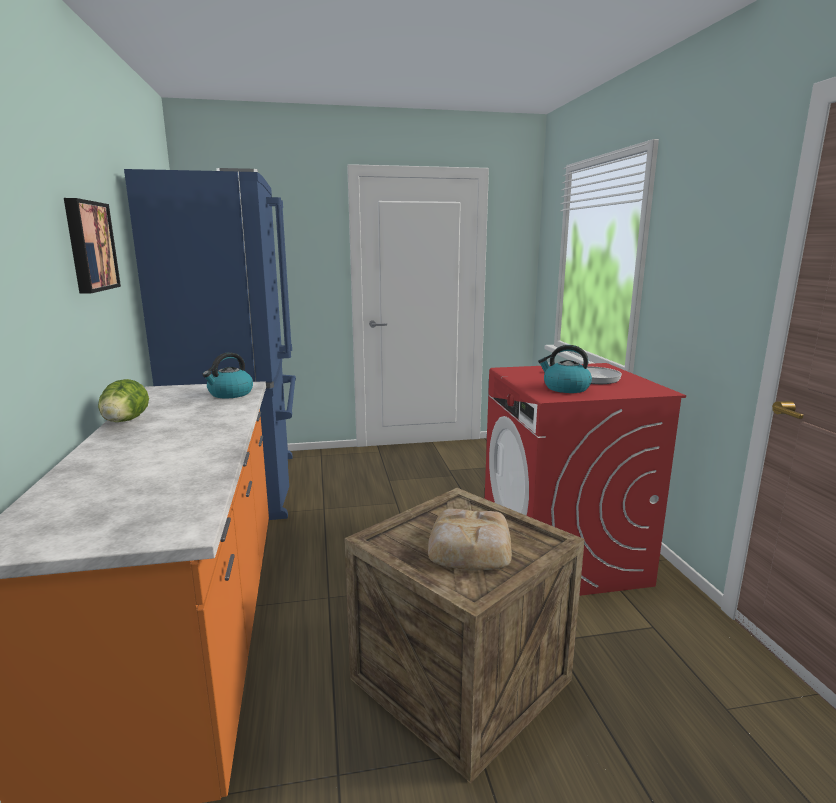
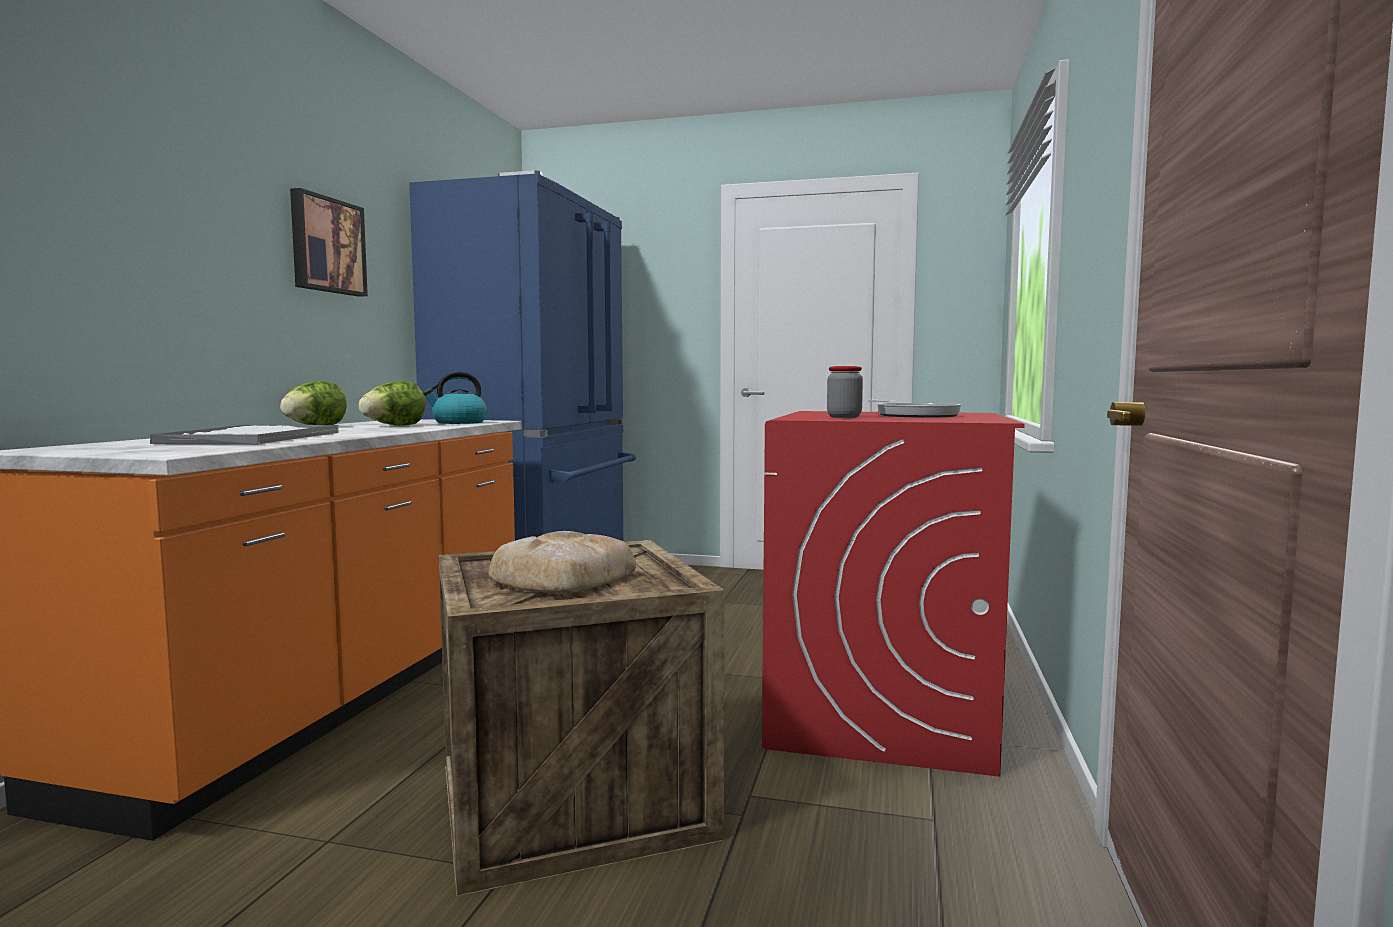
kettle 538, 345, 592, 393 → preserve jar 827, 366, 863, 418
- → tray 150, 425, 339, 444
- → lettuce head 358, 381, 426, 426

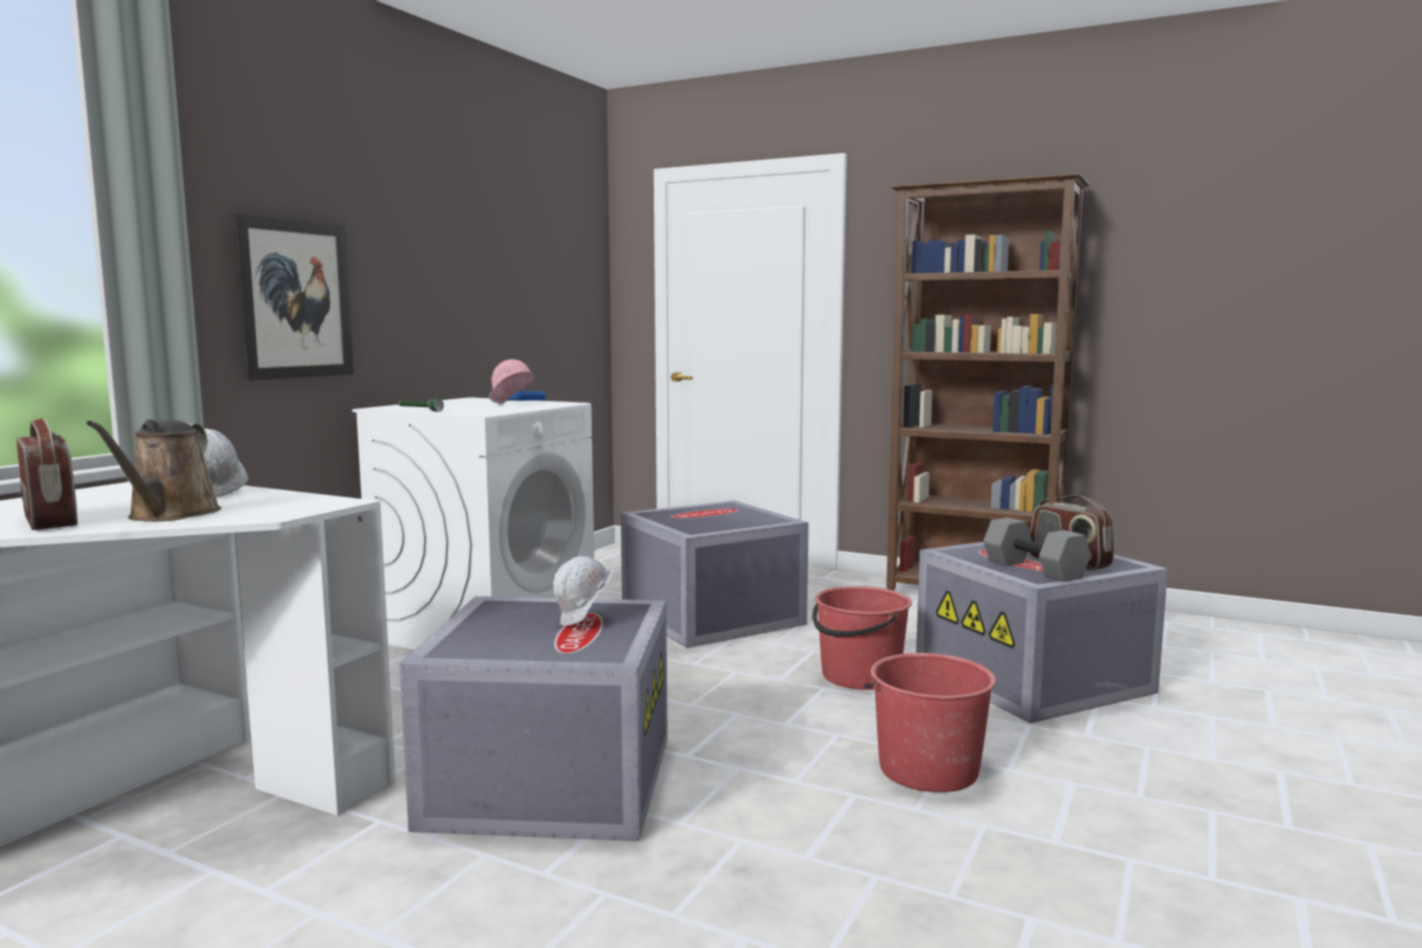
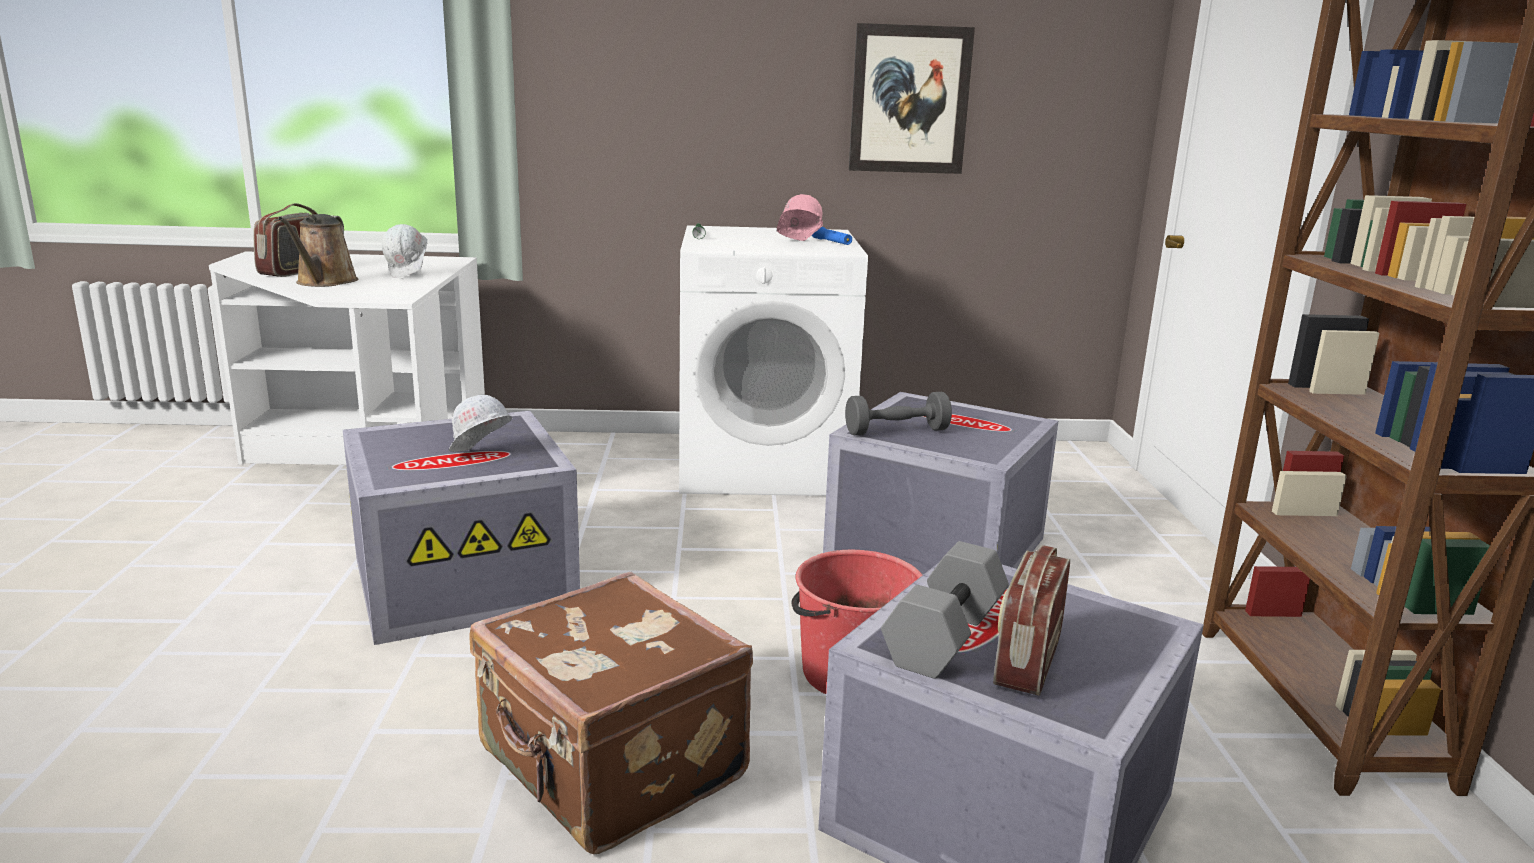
brown-coloured watering can 86, 420, 221, 522 → brown-coloured watering can 278, 214, 358, 287, 60 degrees counterclockwise
wall art 231, 213, 354, 381 → wall art 849, 23, 975, 174, move
red-coloured pail 864, 653, 996, 792 → brown-coloured piece of luggage 469, 572, 753, 854
- → grey hand weight 845, 392, 952, 435

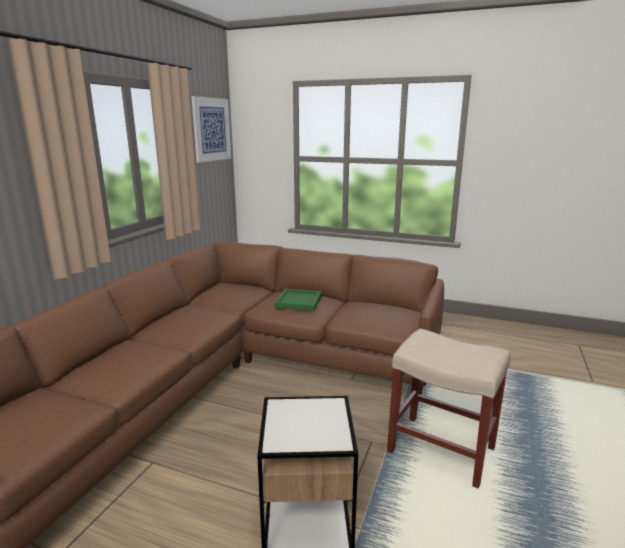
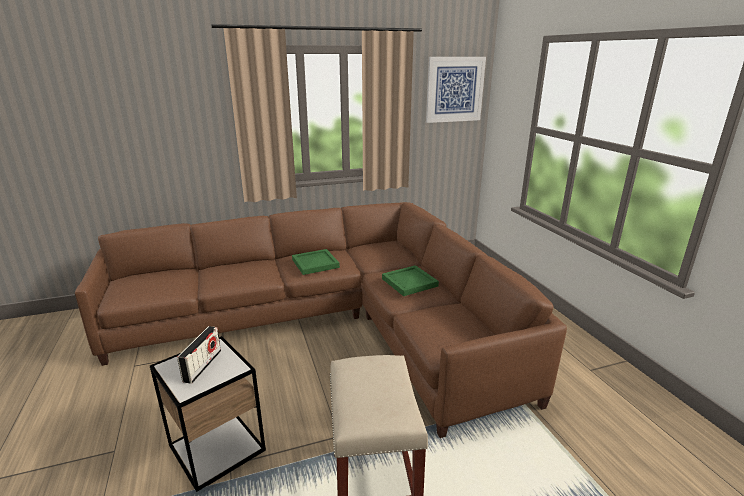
- → radio 177, 326, 221, 384
- → green-coloured tray 292, 249, 340, 275

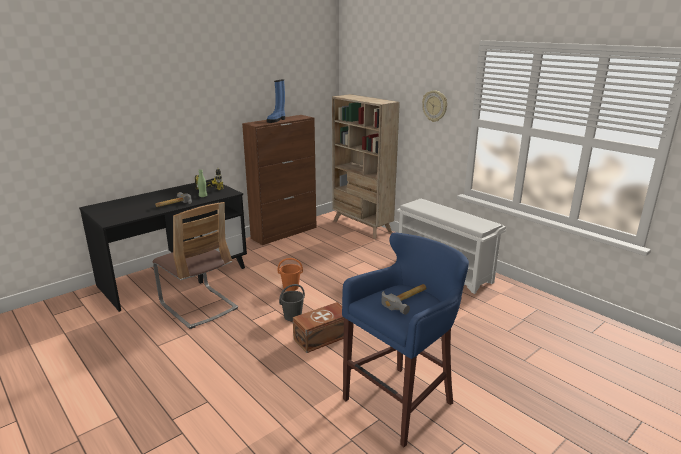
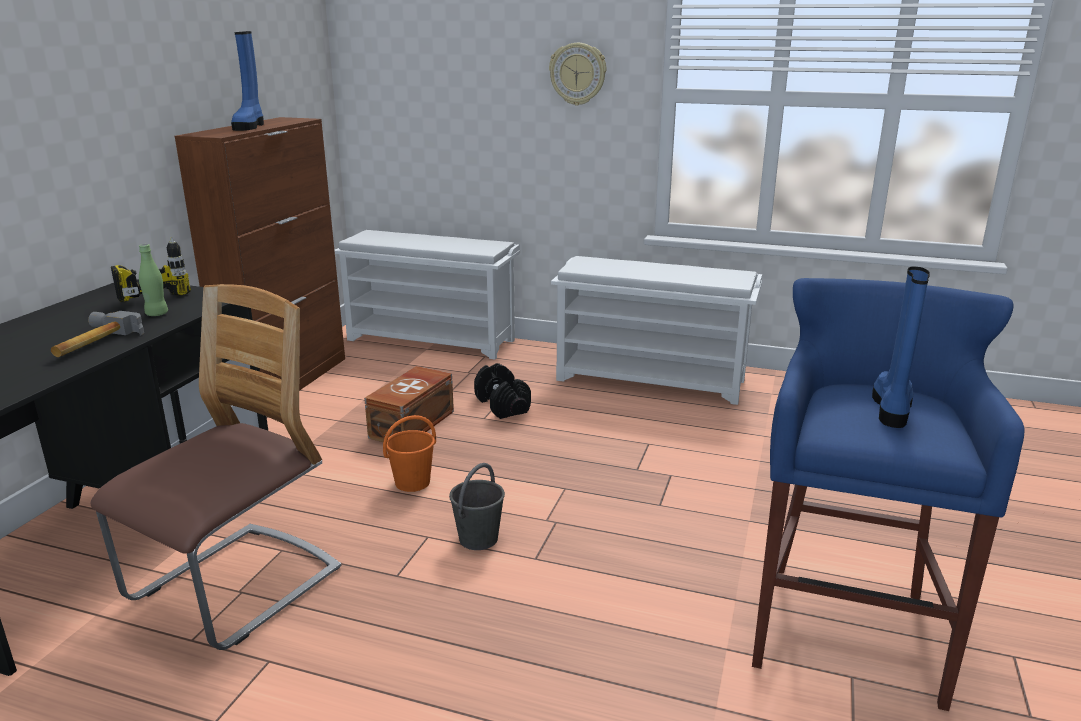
plain chair 152, 202, 238, 329 → plain chair 90, 284, 341, 650, 75 degrees counterclockwise
brown-coloured storage box 293, 302, 344, 353 → brown-coloured storage box 364, 366, 454, 442, move
sand-coloured bookshelf 332, 94, 400, 239 → whitish shoe stand 334, 230, 520, 360
hand hammer 381, 284, 426, 315 → blue tall boot 872, 267, 930, 428
- → black-coloured hand weight 474, 363, 531, 419

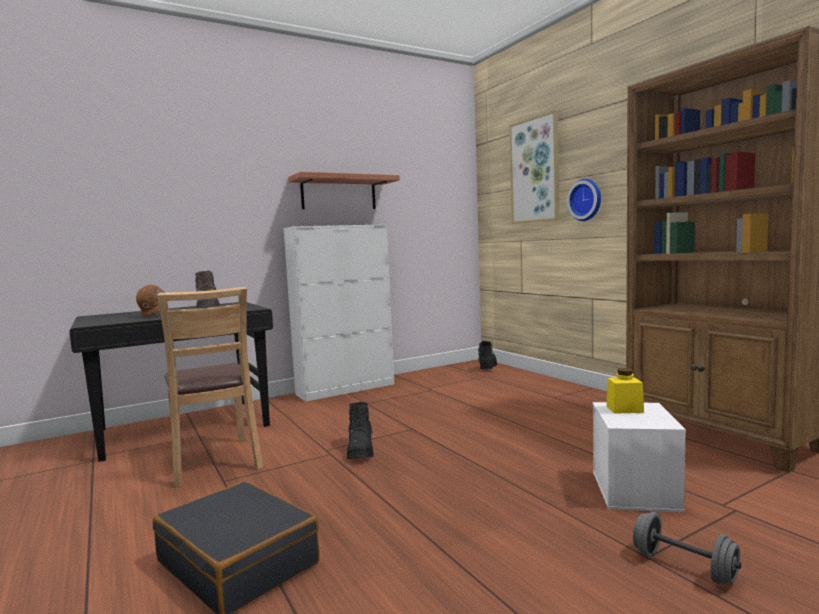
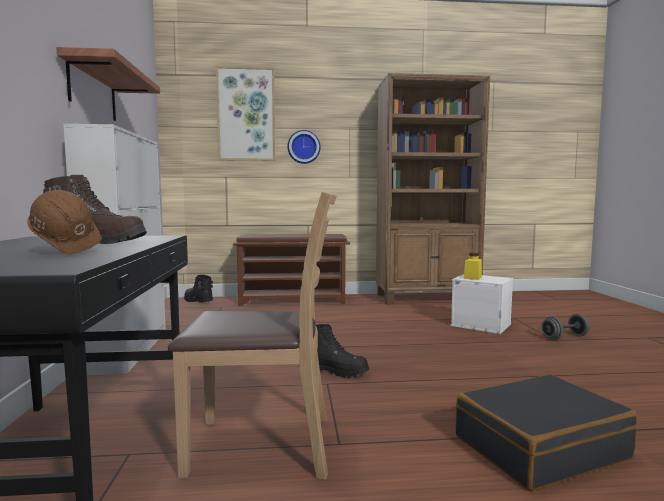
- → brown-coloured shoe stand 233, 234, 350, 306

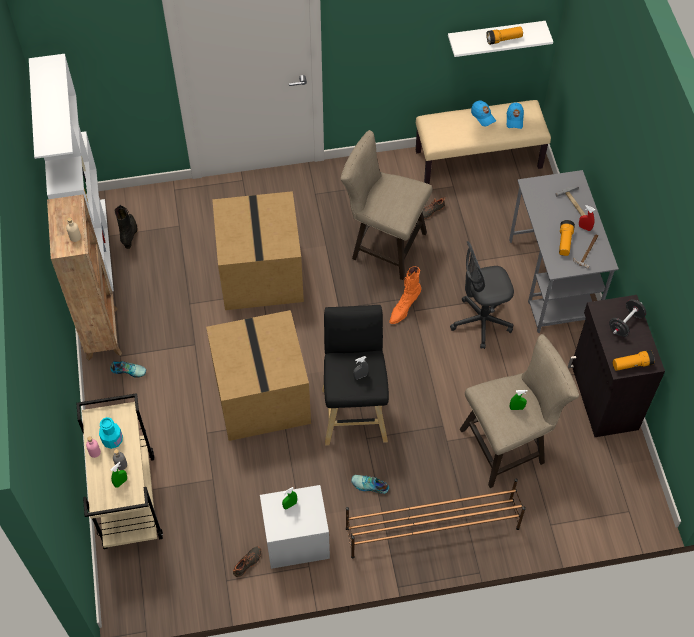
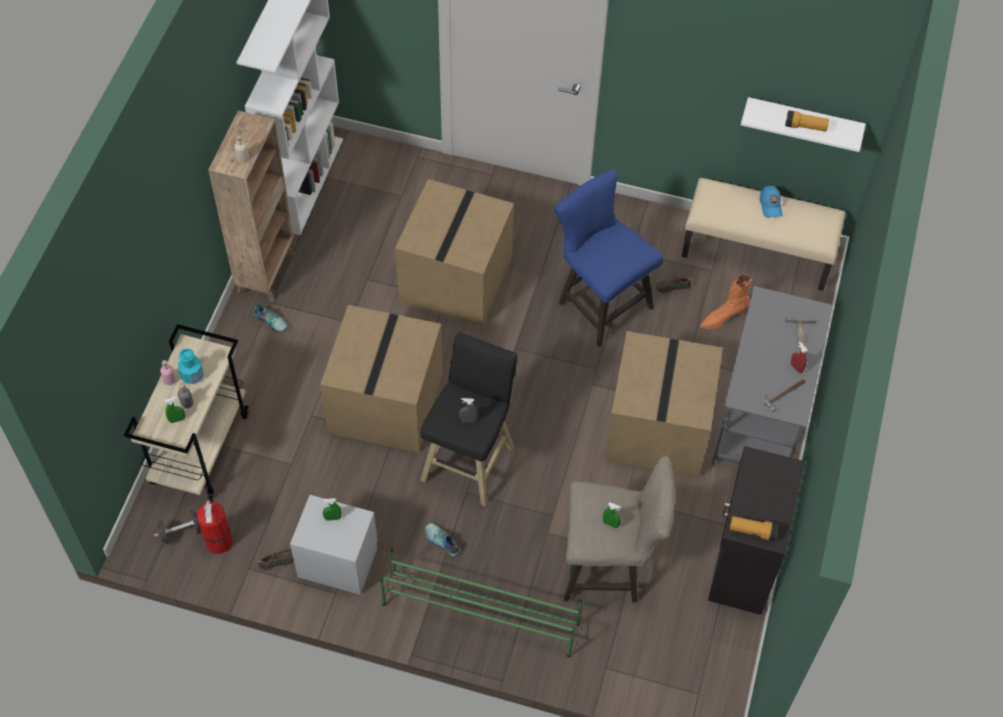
black-coloured tall boot 115, 205, 137, 249 → -
sand-coloured stool 341, 130, 432, 280 → blue stool 554, 169, 664, 347
brown-coloured shoe stand 346, 479, 526, 558 → green-coloured shoe stand 380, 548, 583, 657
orange tall boot 389, 266, 421, 324 → orange tall boot 700, 274, 752, 329, move
grey computer chair 450, 241, 514, 349 → carton 604, 331, 723, 478
blue cap 507, 103, 524, 129 → -
flashlight 559, 220, 575, 256 → -
black-coloured hand weight 609, 299, 646, 337 → black-coloured hand weight 154, 510, 201, 544, move
- → fire-fighting cylinder 197, 495, 233, 554

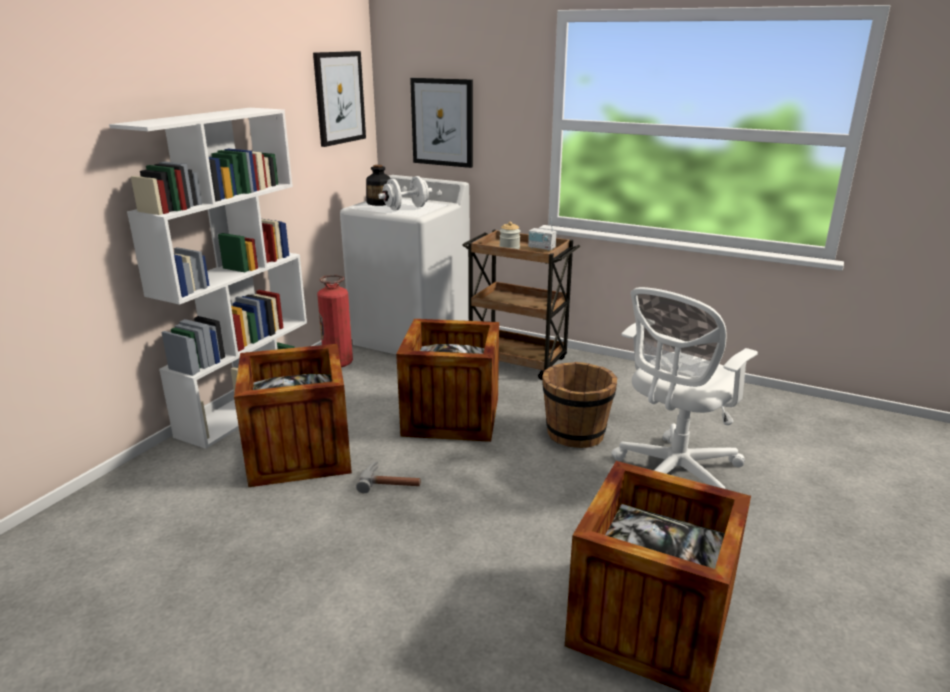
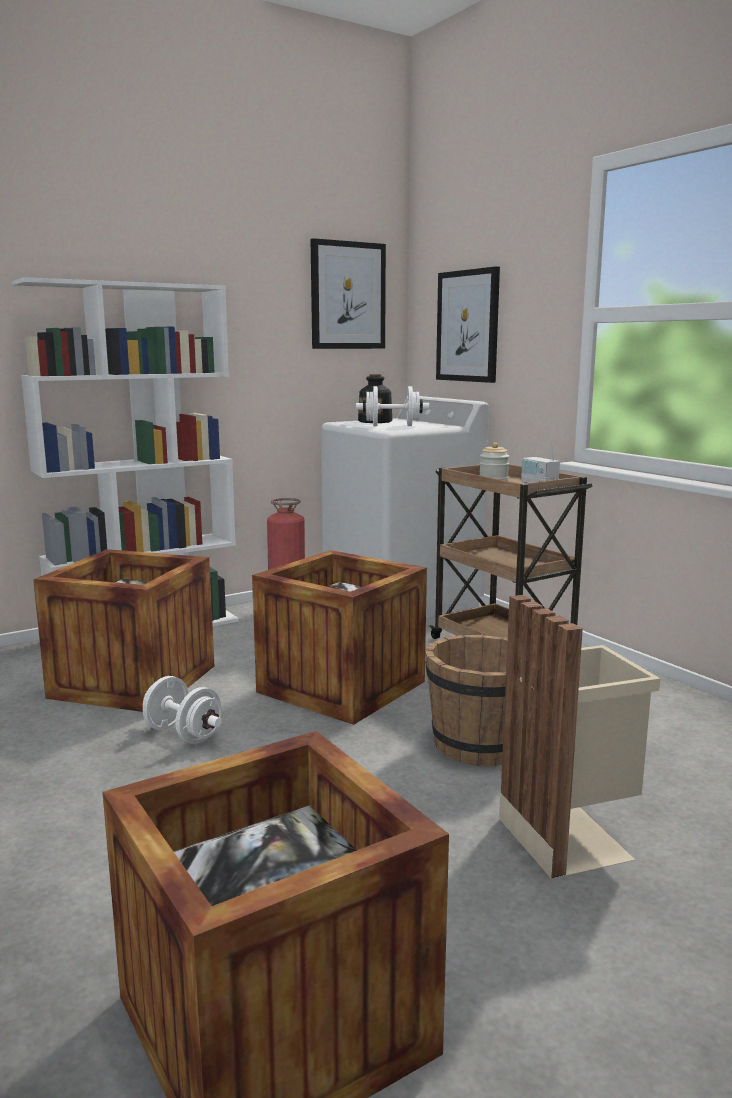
hand hammer 356, 460, 421, 493 → whitish hand weight 143, 676, 223, 744
whitish computer chair 611, 287, 758, 489 → sand-coloured waste bin 499, 595, 661, 879

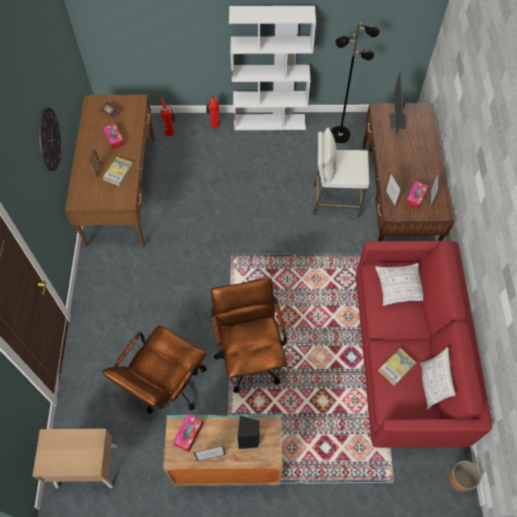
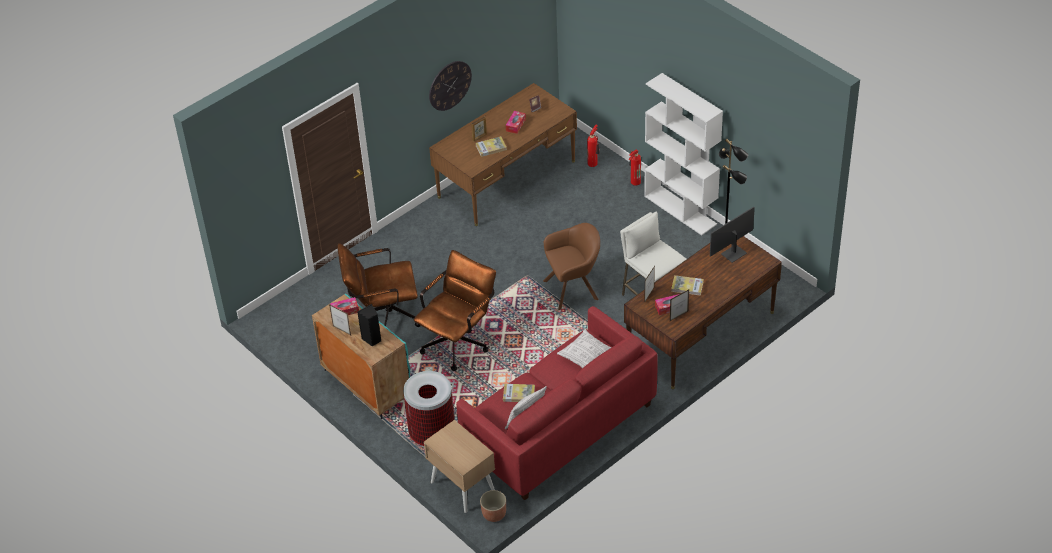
sand-coloured bedside table 33, 429, 117, 489 → sand-coloured bedside table 424, 420, 495, 513, move
- → waste bin 403, 371, 455, 447
- → brown-coloured lounge chair 543, 223, 600, 310
- → book 671, 275, 704, 296

